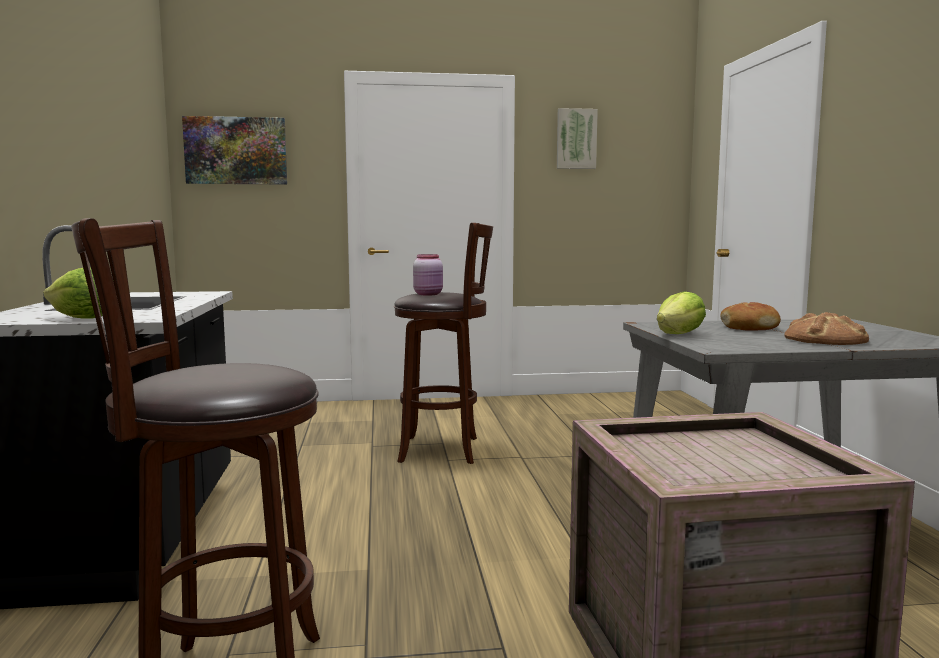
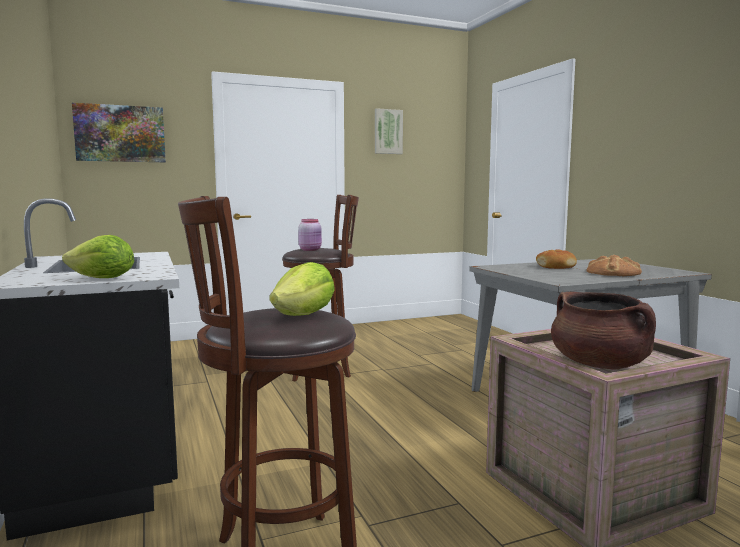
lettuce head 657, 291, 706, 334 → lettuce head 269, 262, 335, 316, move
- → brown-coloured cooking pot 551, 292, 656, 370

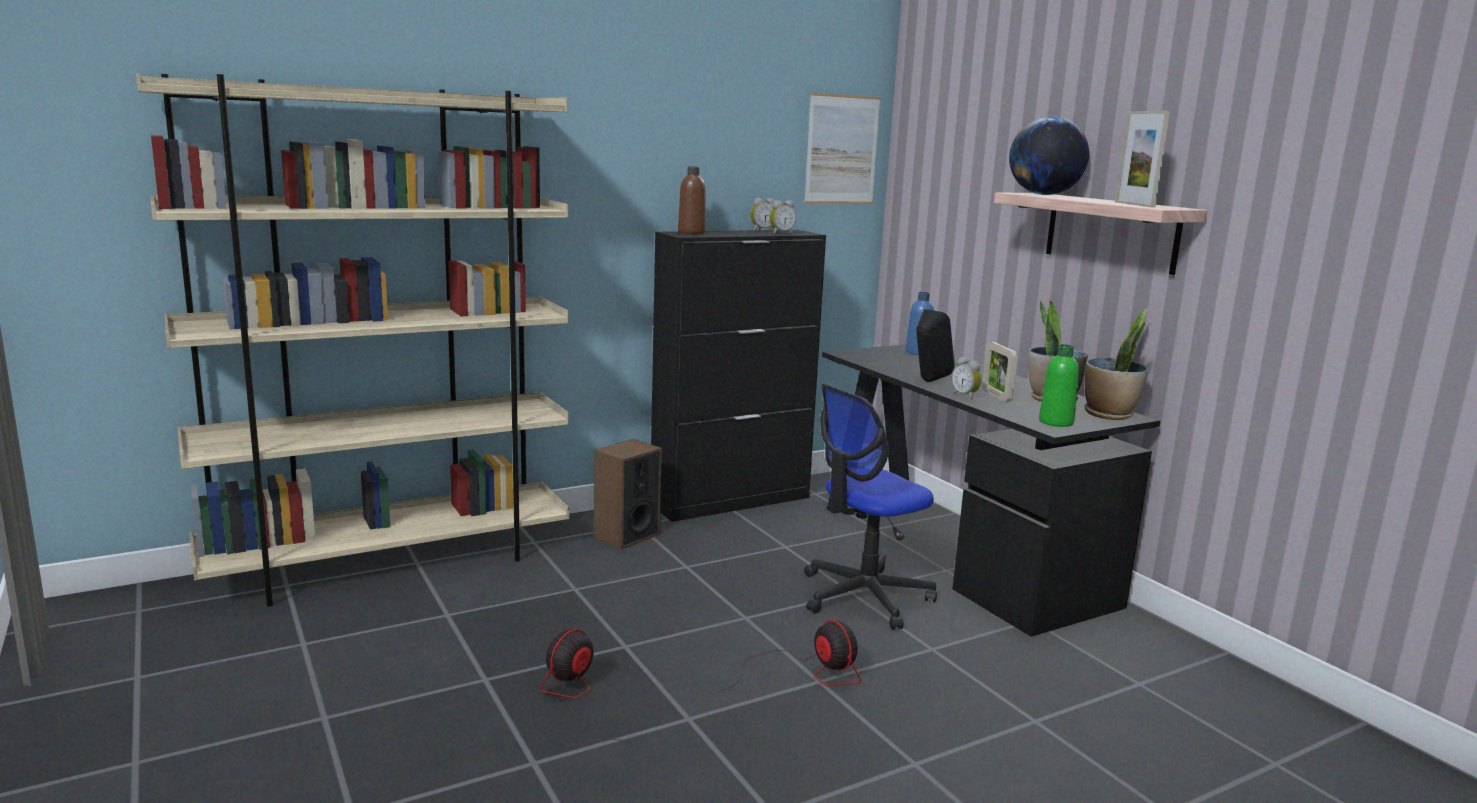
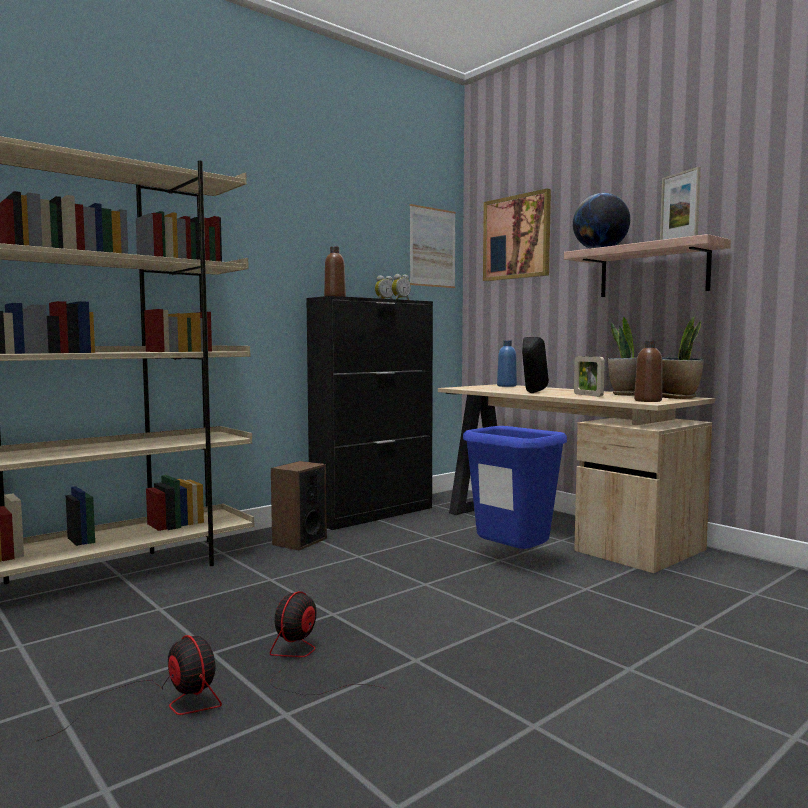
cooling fan 719, 620, 861, 691 → cooling fan 37, 635, 222, 741, move
computer chair 804, 384, 937, 630 → blue waste bin 463, 426, 567, 549
black-coloured desk unit 822, 344, 1160, 637 → sand-coloured desk unit 438, 384, 715, 573
alarm clock 952, 357, 982, 400 → -
green-coloured bottle 1039, 344, 1079, 427 → brown-coloured bottle 634, 340, 662, 402
- → wall art 483, 189, 551, 281

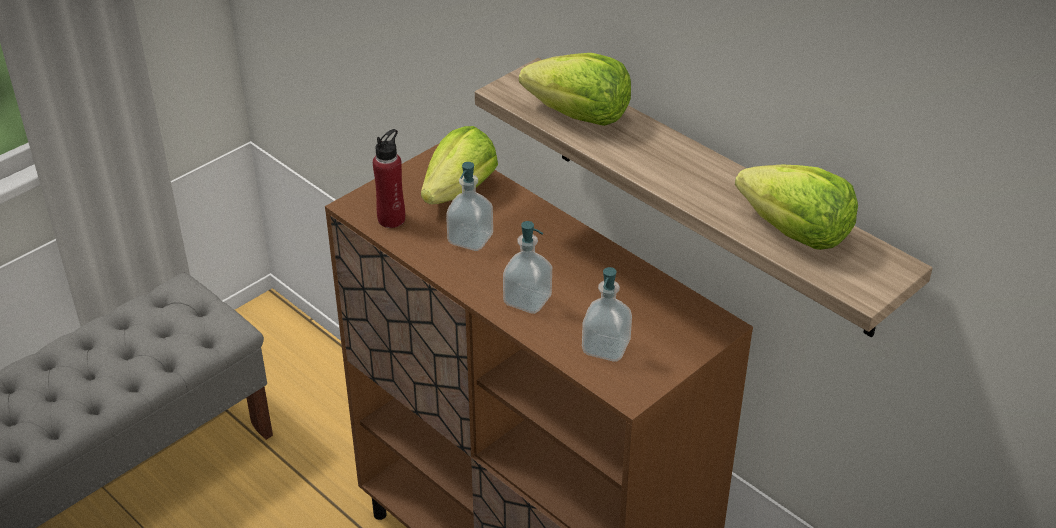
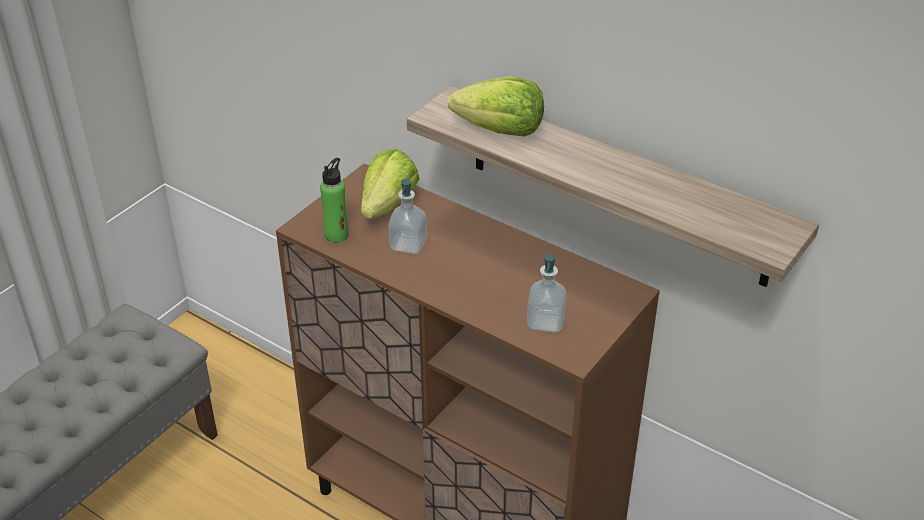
red-coloured bottle 373, 129, 405, 228 → green-coloured bottle 320, 158, 348, 243
soap bottle 503, 221, 552, 314 → -
lettuce head 735, 165, 858, 250 → -

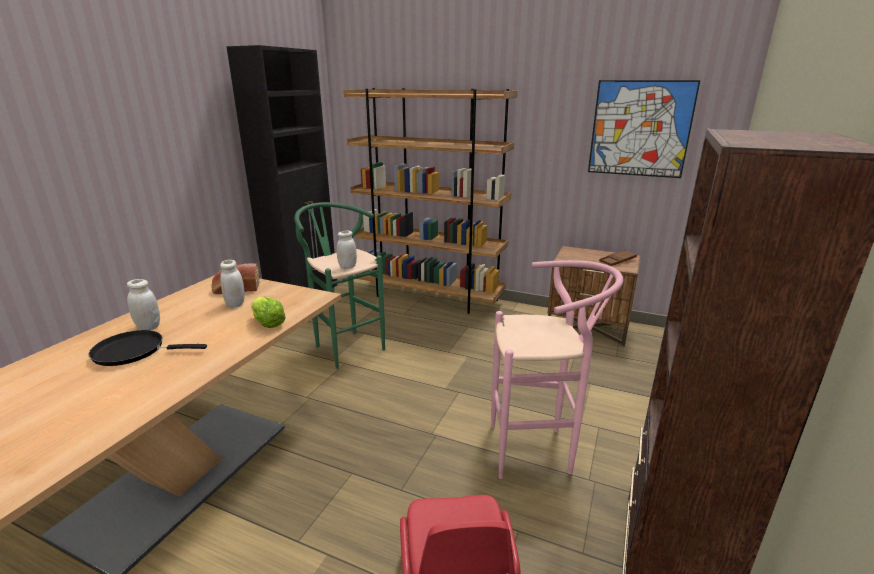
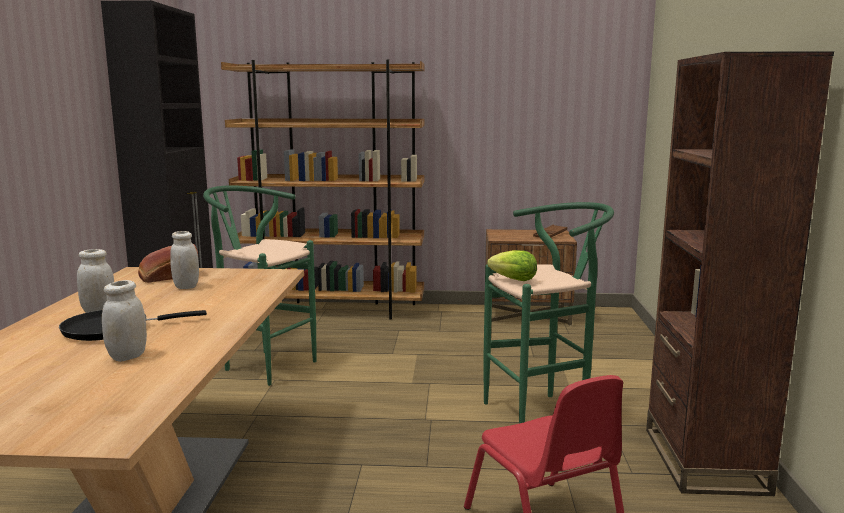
lettuce head 251, 296, 286, 328 → lettuce head 487, 250, 537, 281, move
whitish preserve jar 337, 231, 357, 269 → whitish preserve jar 102, 280, 147, 362, move
pinkish stool 491, 260, 624, 479 → green-coloured stool 484, 202, 614, 424
wall art 588, 80, 700, 178 → -

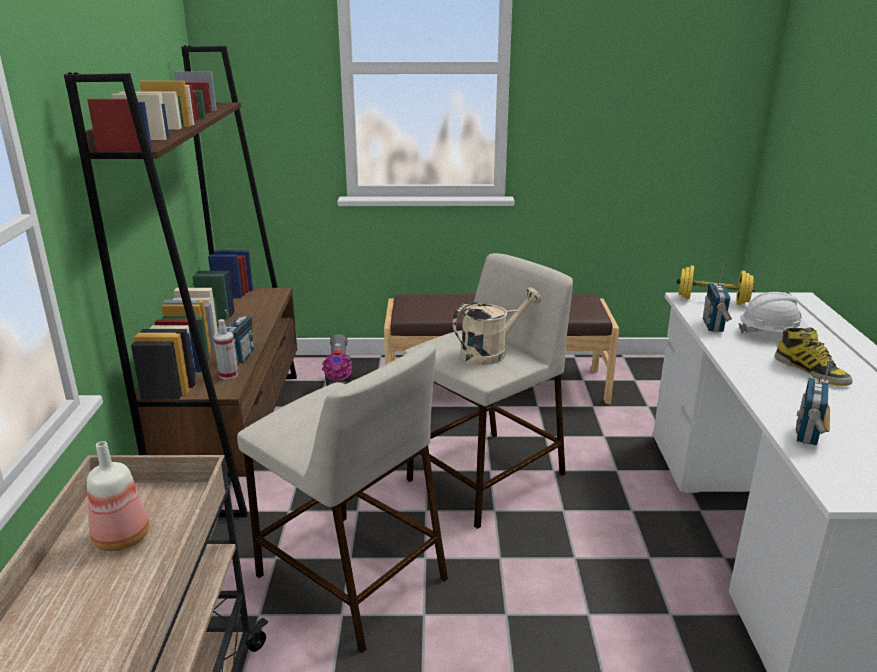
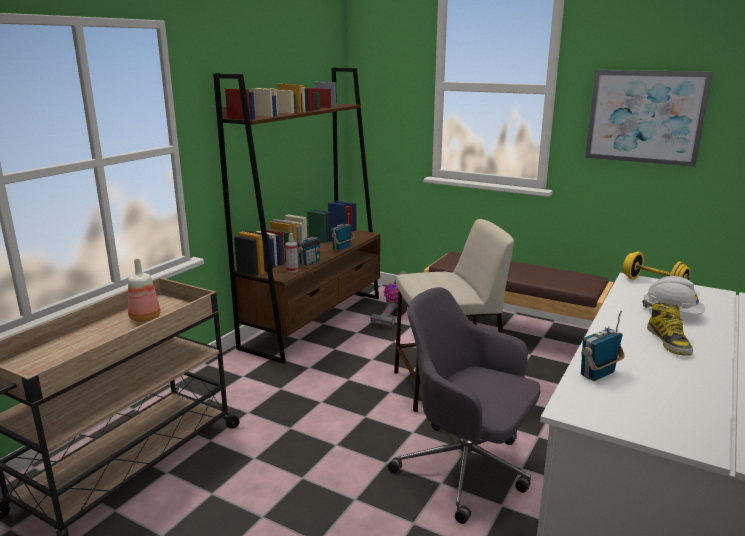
sand-coloured stool 237, 343, 448, 653 → -
sand-coloured watering can 453, 287, 541, 365 → -
radio 703, 264, 732, 332 → radio 331, 214, 354, 251, move
- → grey computer chair 388, 287, 541, 524
- → wall art 585, 70, 713, 167

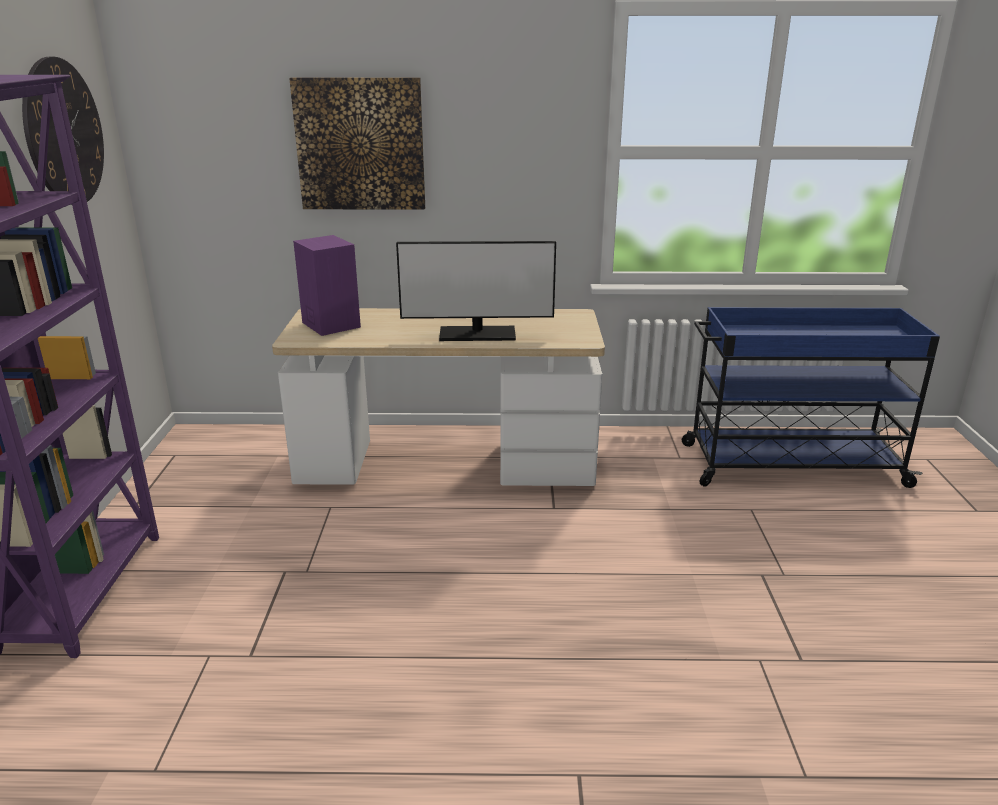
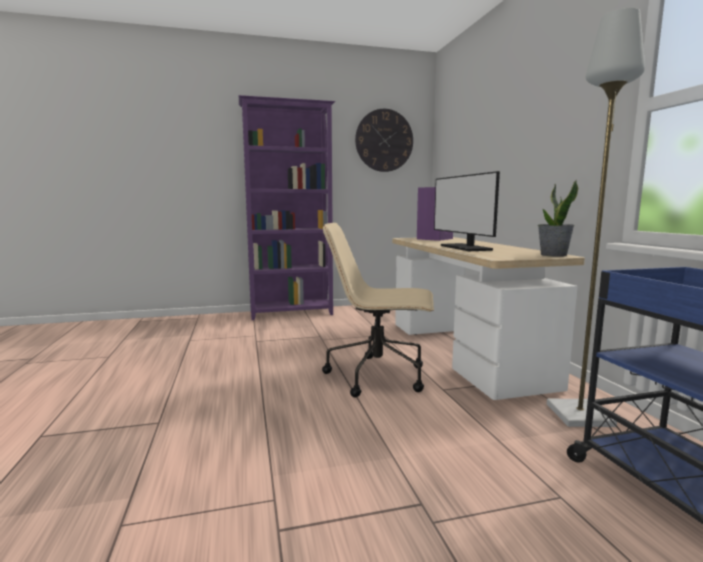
wall art 289, 77, 425, 210 → -
- → sand-coloured computer chair 322, 223, 434, 397
- → plant in a pot 538, 180, 578, 257
- → grey floor lamp 547, 8, 645, 427

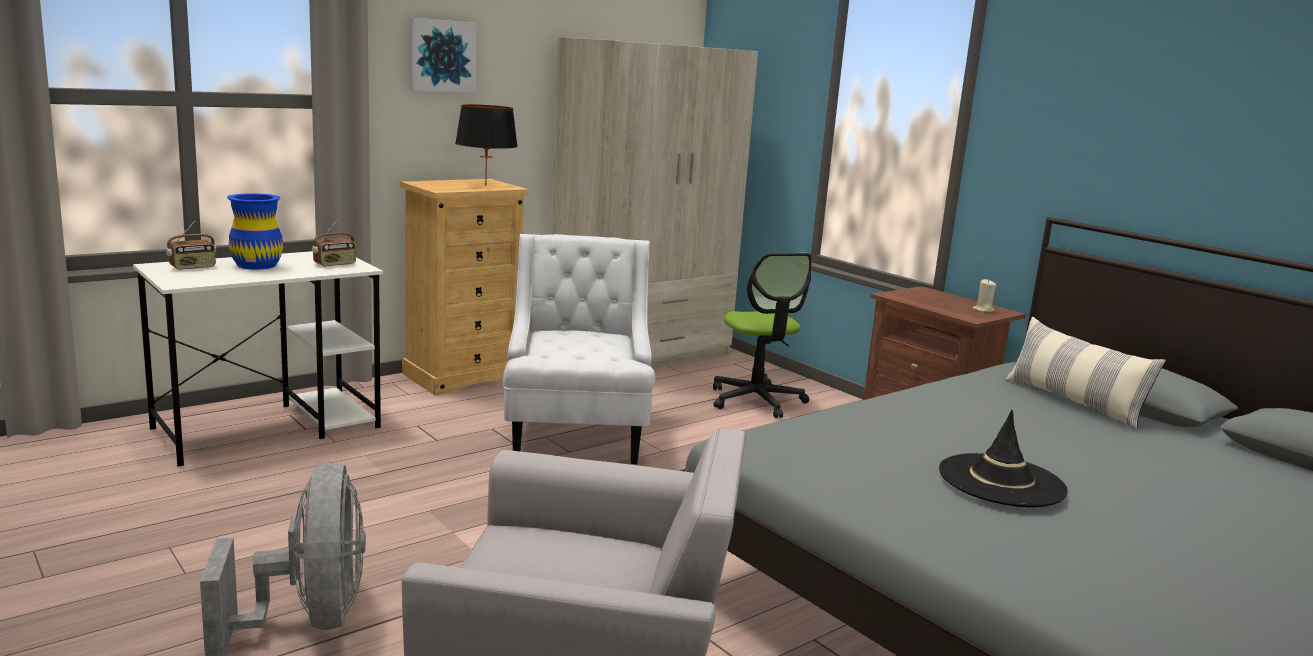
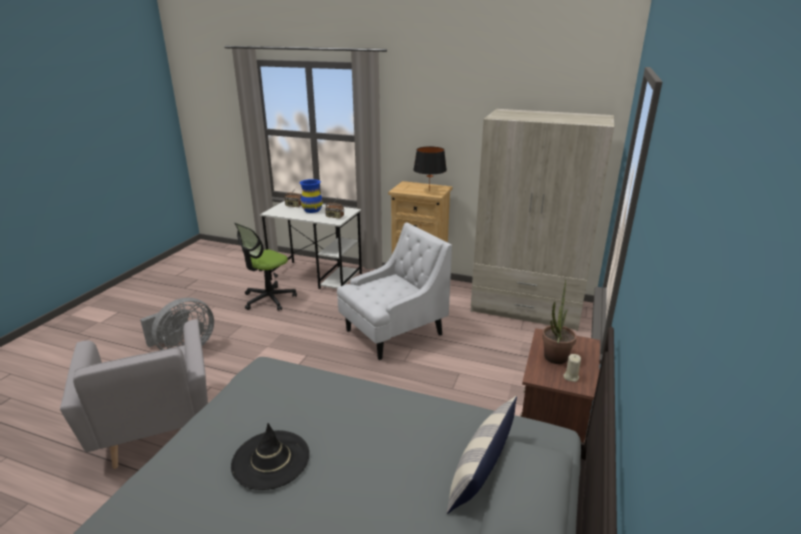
wall art 409, 18, 477, 93 → -
computer chair 713, 253, 812, 418 → computer chair 234, 223, 297, 311, move
- → plant in a pot 542, 280, 577, 364

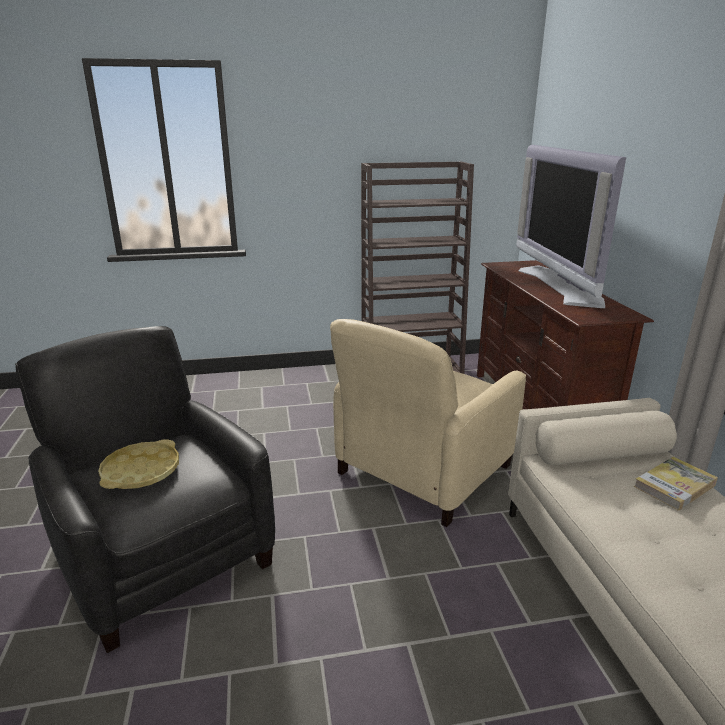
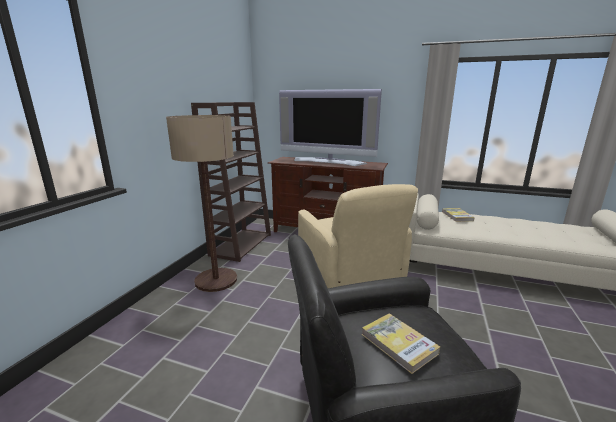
yellow-coloured tray 98, 439, 179, 489 → book 362, 313, 440, 374
- → floor lamp 166, 115, 237, 292

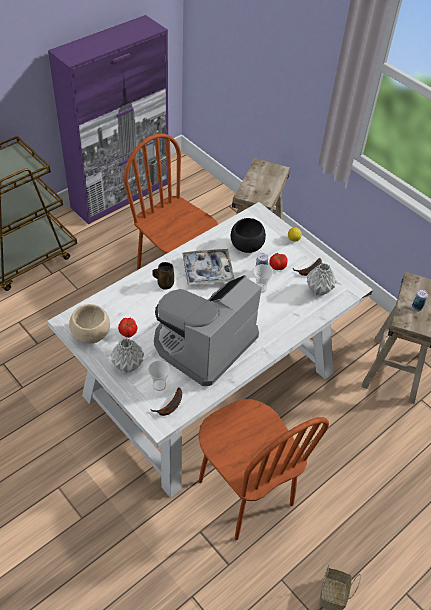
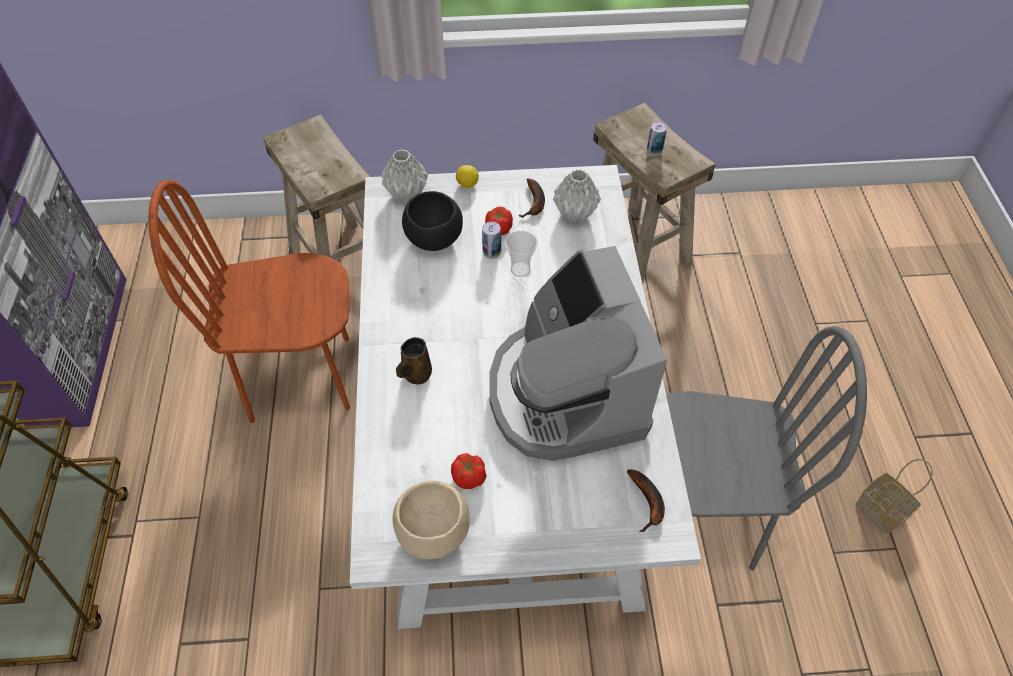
grey vase 110, 338, 144, 373 → grey vase 381, 149, 428, 203, move
drinking cup 148, 360, 170, 391 → -
tray 182, 249, 235, 285 → -
brown-coloured plain chair 199, 399, 329, 540 → grey plain chair 666, 326, 867, 571

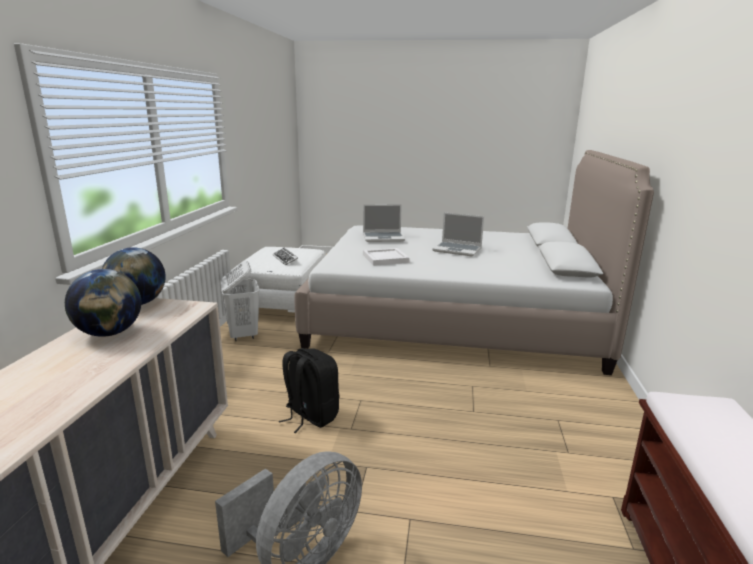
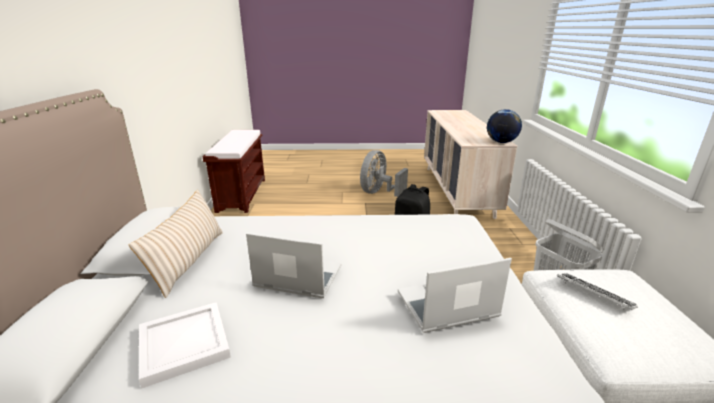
desk globe 65, 269, 141, 337 → -
whitish tray 363, 248, 410, 266 → whitish tray 139, 302, 231, 388, move
- → sand-coloured pillow 129, 190, 223, 298

